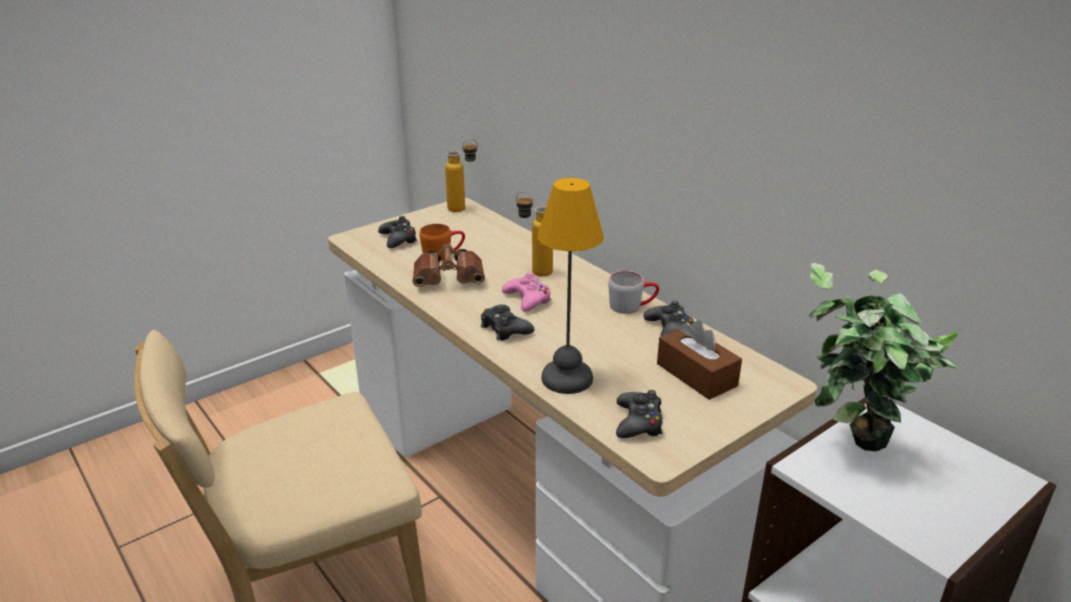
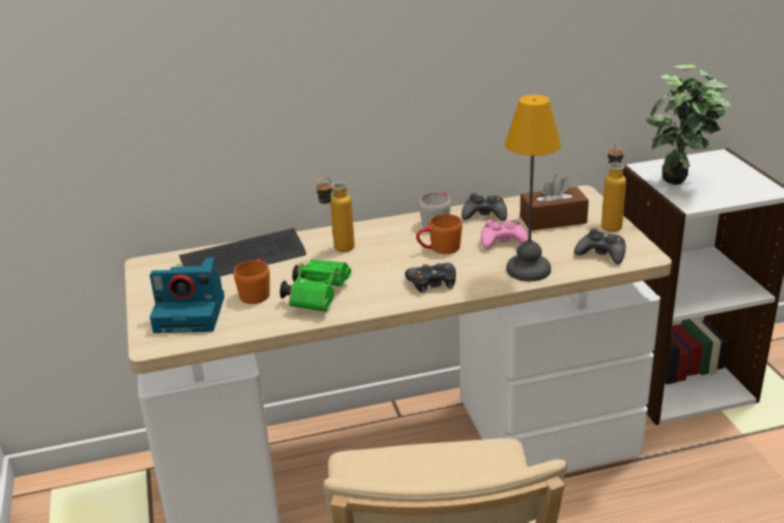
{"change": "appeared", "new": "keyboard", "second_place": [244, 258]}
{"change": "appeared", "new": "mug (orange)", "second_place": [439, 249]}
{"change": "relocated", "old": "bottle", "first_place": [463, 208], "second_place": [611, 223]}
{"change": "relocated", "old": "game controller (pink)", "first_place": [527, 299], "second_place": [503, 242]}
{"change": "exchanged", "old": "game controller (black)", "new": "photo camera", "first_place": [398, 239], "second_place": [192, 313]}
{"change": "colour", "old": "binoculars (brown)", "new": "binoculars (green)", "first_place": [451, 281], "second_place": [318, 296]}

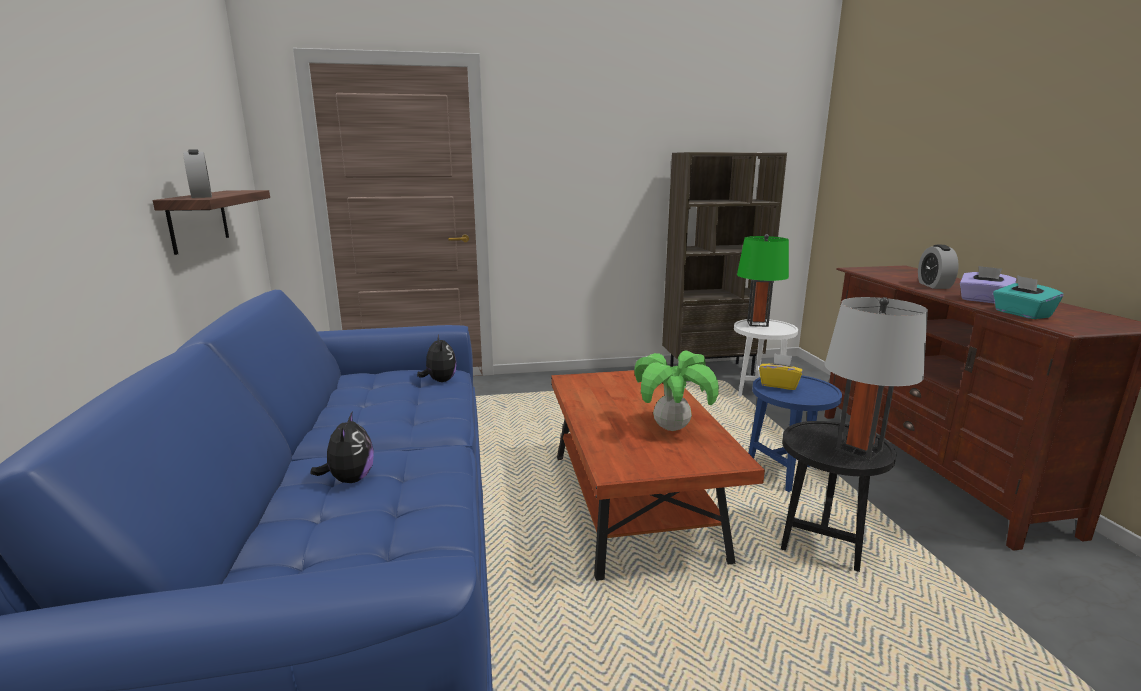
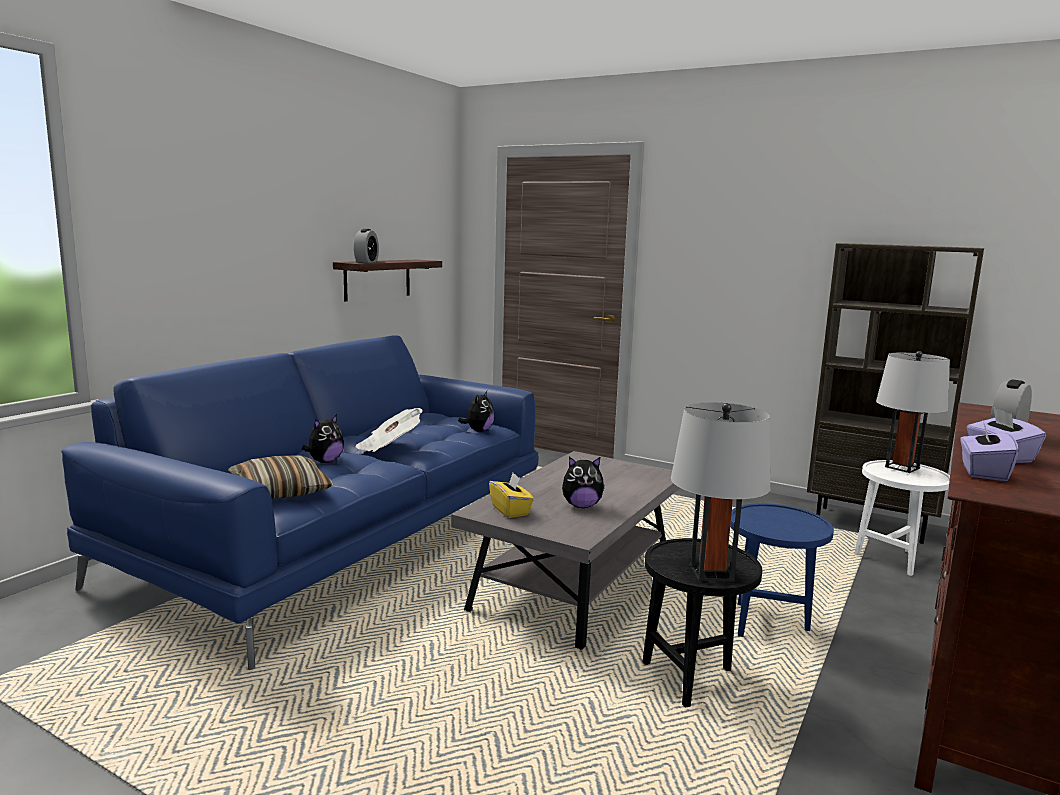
{"change": "appeared", "new": "pillow", "second_place": [280, 491]}
{"change": "appeared", "new": "newspaper", "second_place": [389, 447]}
{"change": "relocated", "old": "tissue box (yellow)", "first_place": [779, 385], "second_place": [510, 510]}
{"change": "exchanged", "old": "potted plant", "new": "plush toy", "first_place": [671, 428], "second_place": [581, 506]}
{"change": "colour", "old": "coffee table (brown)", "new": "coffee table (grey)", "first_place": [633, 505], "second_place": [575, 586]}
{"change": "colour", "old": "table lamp (green)", "new": "table lamp (grey)", "first_place": [757, 323], "second_place": [902, 467]}
{"change": "colour", "old": "tissue box (turquoise)", "new": "tissue box (purple)", "first_place": [1021, 314], "second_place": [983, 472]}

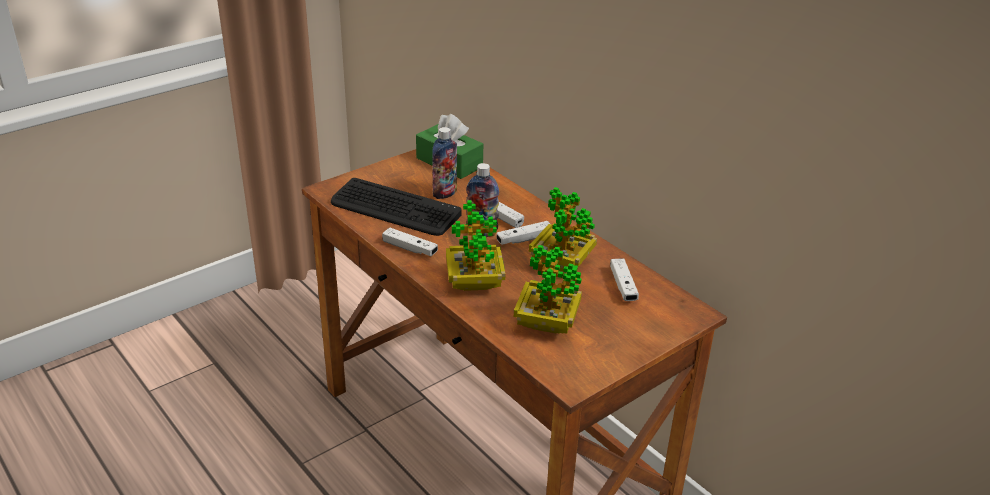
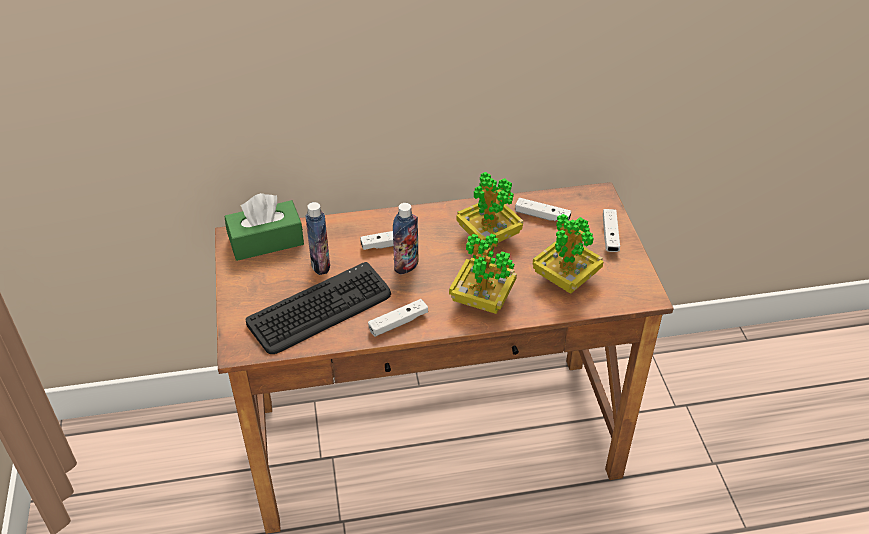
{"change": "relocated", "old": "game controller (white)", "first_place": [524, 239], "second_place": [610, 236]}

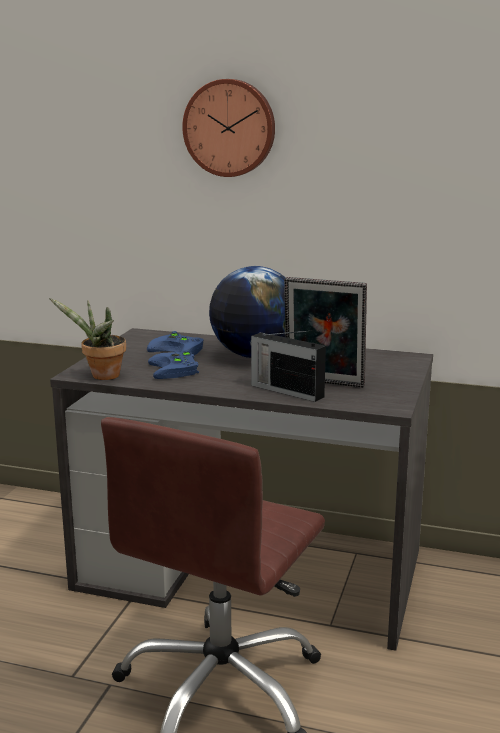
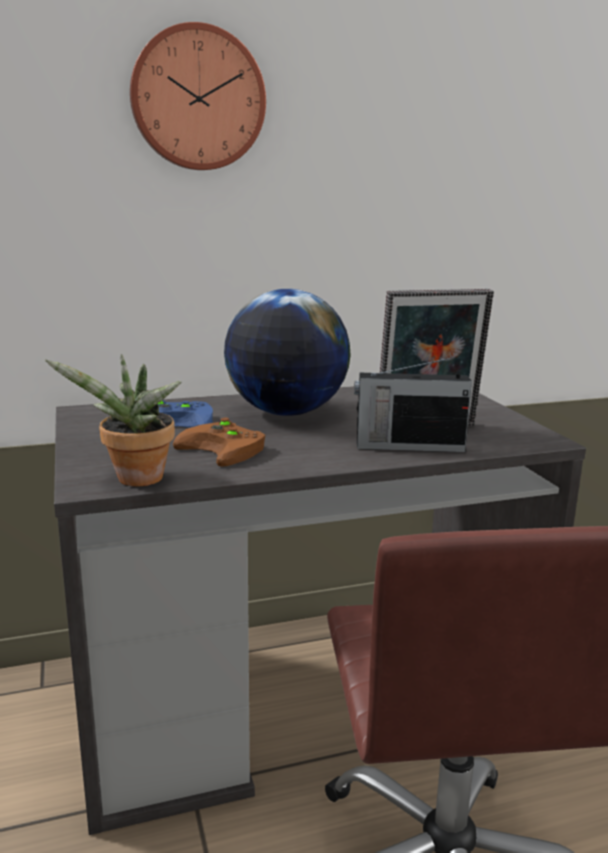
{"change": "colour", "old": "game controller (blue)", "new": "game controller (brown)", "first_place": [176, 370], "second_place": [226, 449]}

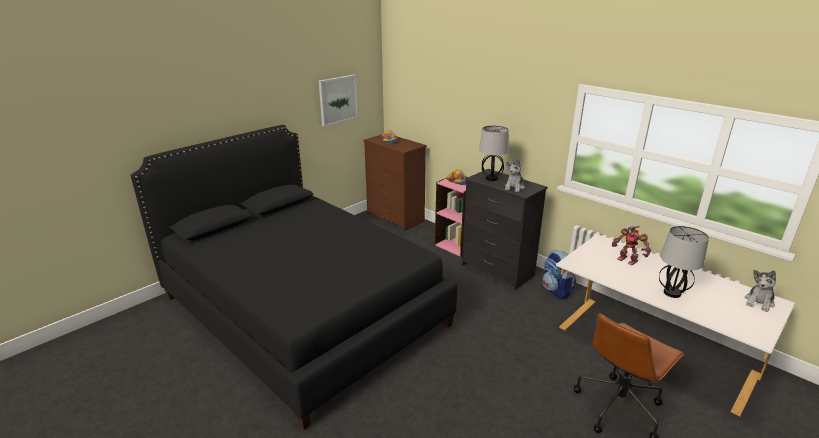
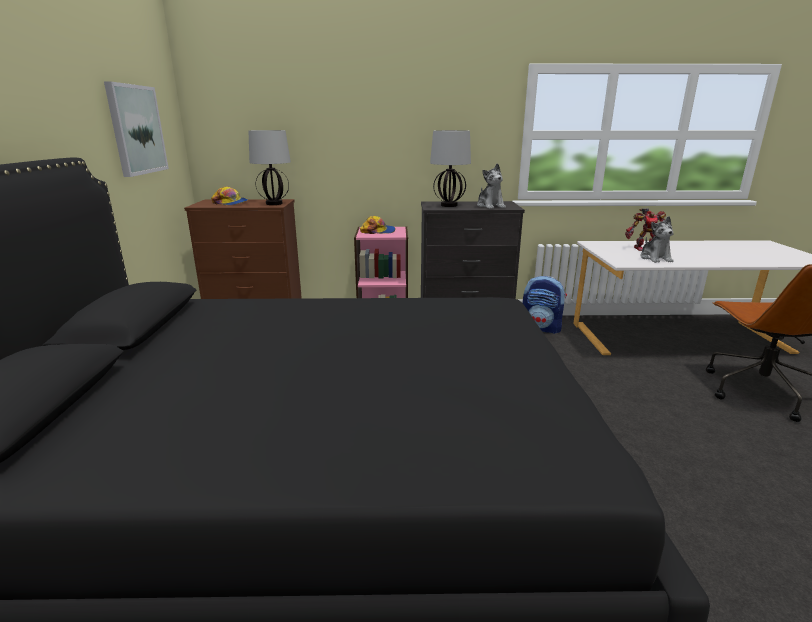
{"change": "relocated", "old": "table lamp", "first_place": [672, 293], "second_place": [274, 203]}
{"change": "relocated", "old": "plush toy", "first_place": [759, 302], "second_place": [655, 258]}

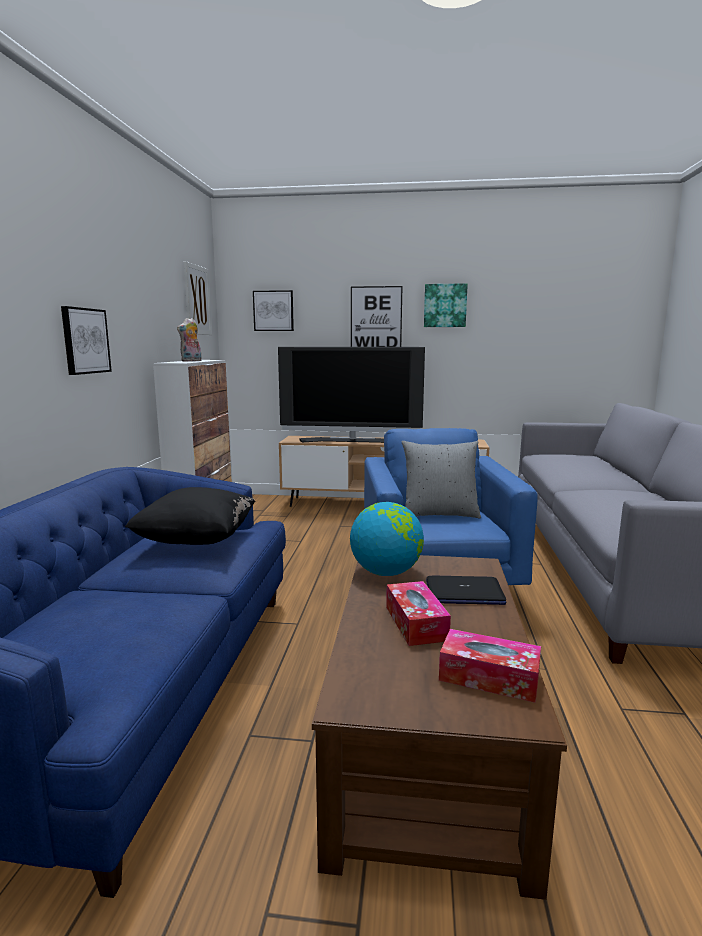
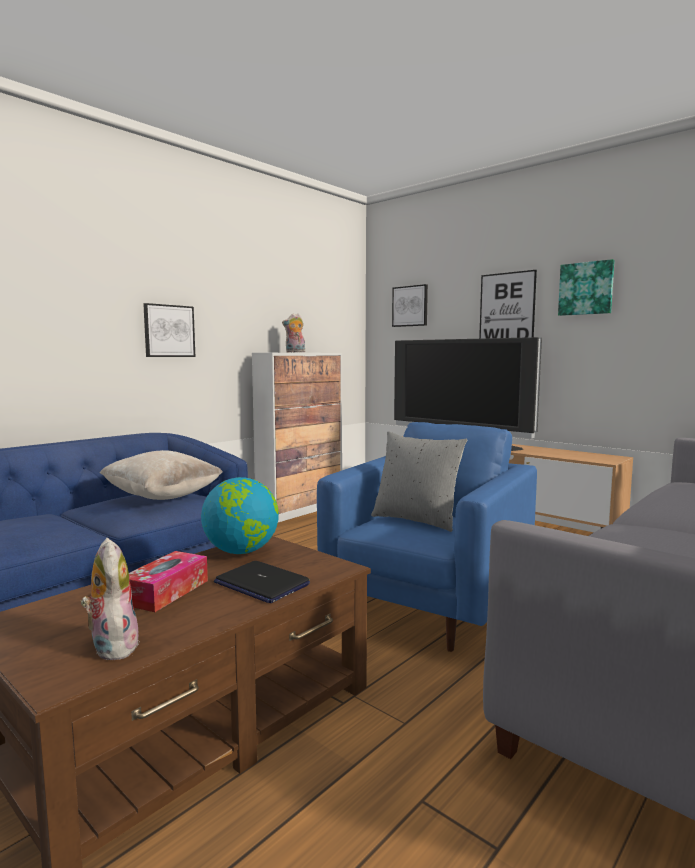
{"change": "missing", "old": "picture", "first_place": [197, 300]}
{"change": "exchanged", "old": "tissue box", "new": "plush toy", "first_place": [489, 677], "second_place": [112, 646]}
{"change": "colour", "old": "pillow (black)", "new": "pillow (beige)", "first_place": [197, 541], "second_place": [162, 497]}

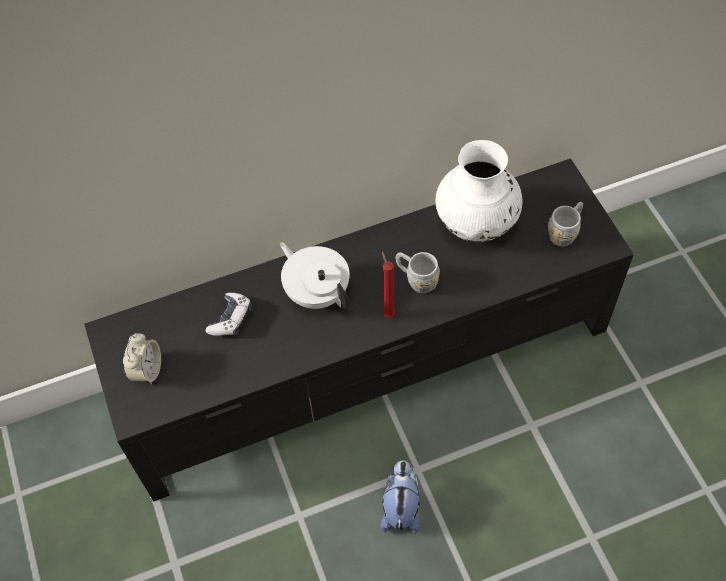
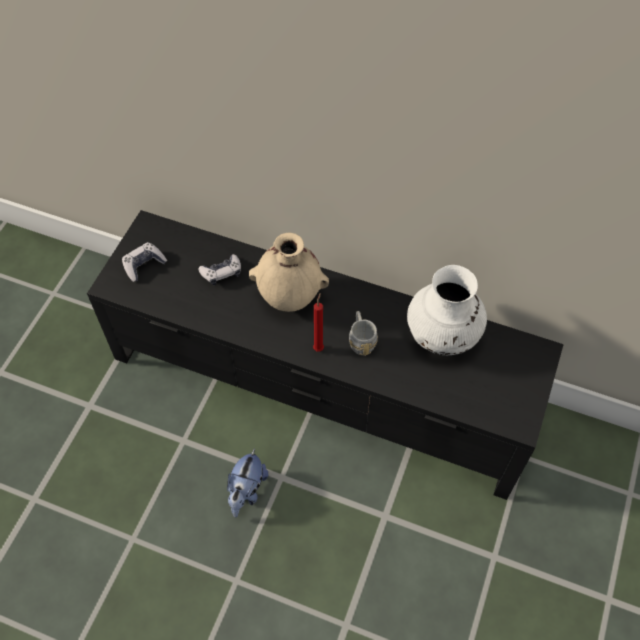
{"change": "missing", "old": "mug (grey)", "first_place": [565, 232]}
{"change": "exchanged", "old": "alarm clock", "new": "game controller", "first_place": [147, 370], "second_place": [144, 265]}
{"change": "exchanged", "old": "teapot (white)", "new": "vase (beige)", "first_place": [317, 292], "second_place": [290, 298]}
{"change": "spun", "old": "plush toy", "first_place": [401, 507], "second_place": [246, 491], "degrees": 150}

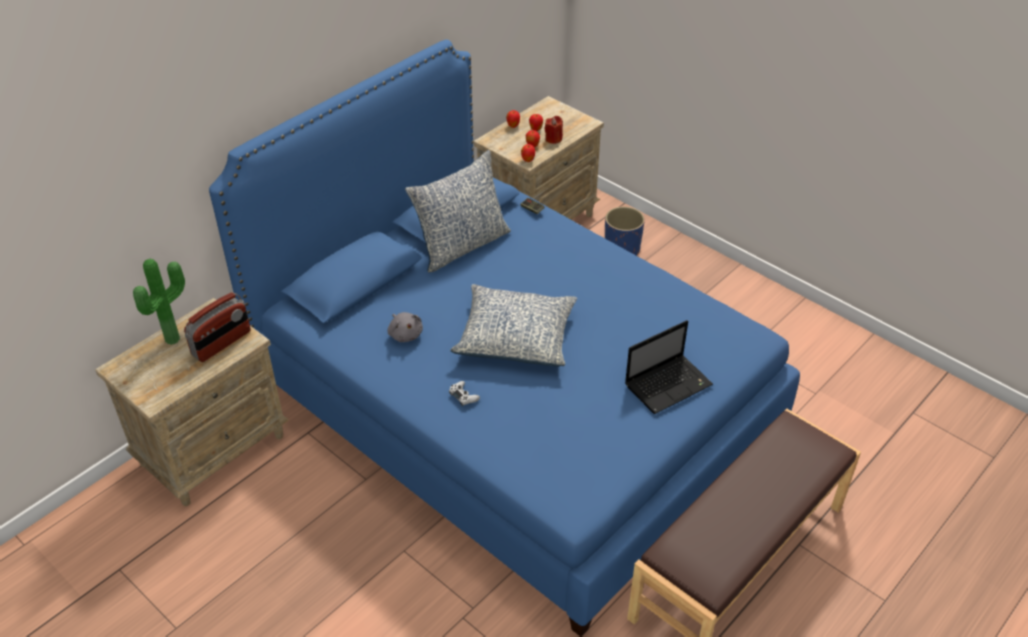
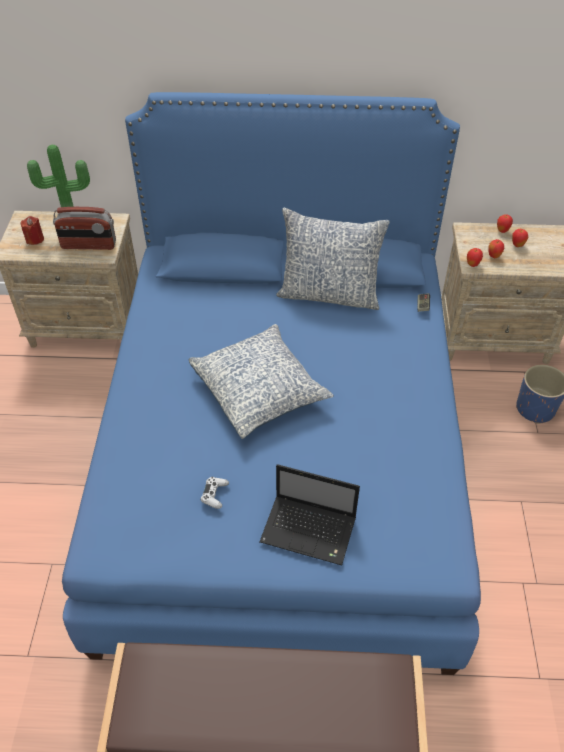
{"change": "missing", "old": "plush toy (grey)", "first_place": [405, 334]}
{"change": "relocated", "old": "game controller (white)", "first_place": [463, 396], "second_place": [214, 494]}
{"change": "relocated", "old": "candle (red)", "first_place": [553, 139], "second_place": [35, 239]}

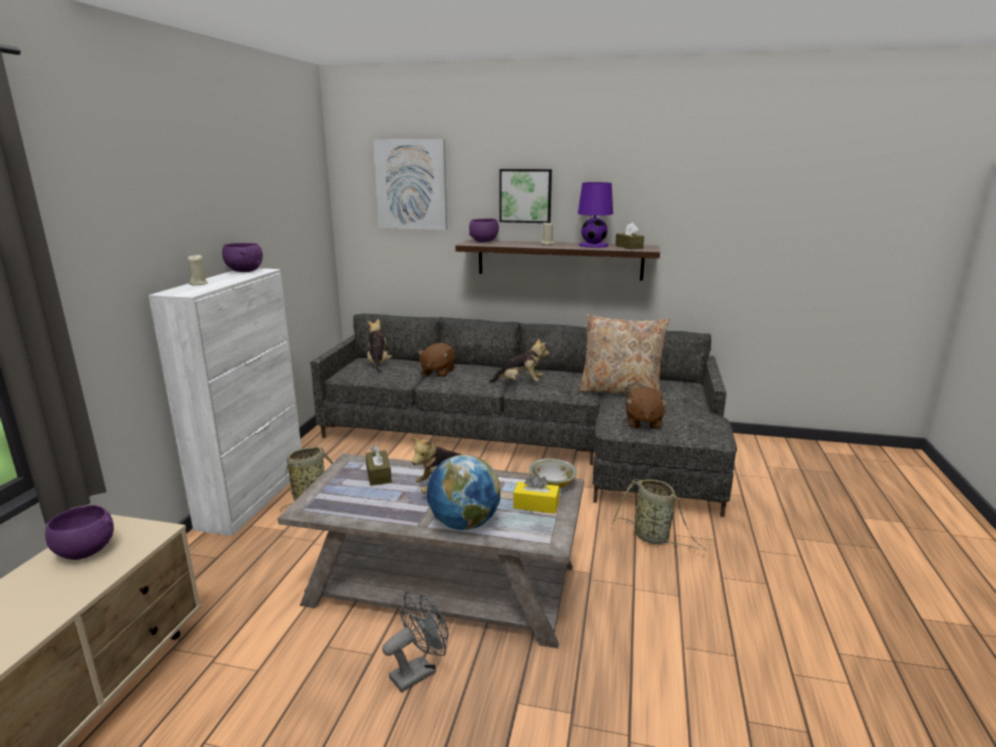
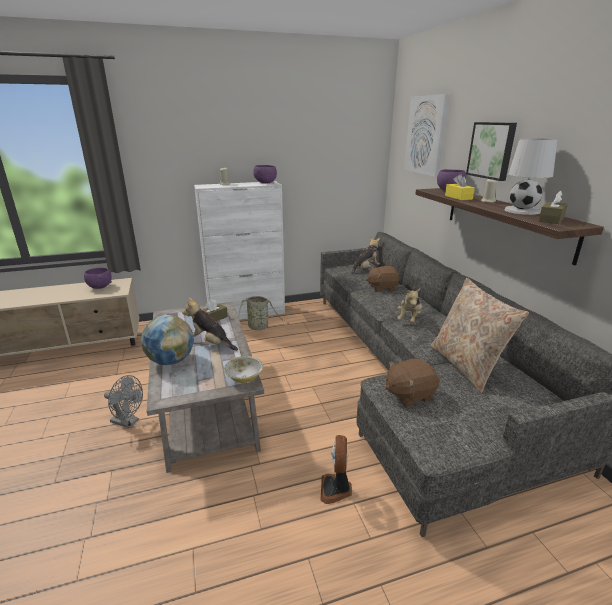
{"change": "relocated", "old": "tissue box (yellow)", "first_place": [536, 505], "second_place": [458, 197]}
{"change": "exchanged", "old": "basket", "new": "fan", "first_place": [654, 538], "second_place": [336, 489]}
{"change": "colour", "old": "table lamp (purple)", "new": "table lamp (white)", "first_place": [593, 245], "second_place": [522, 211]}
{"change": "spun", "old": "plush toy", "first_place": [520, 383], "second_place": [409, 319], "degrees": 45}

